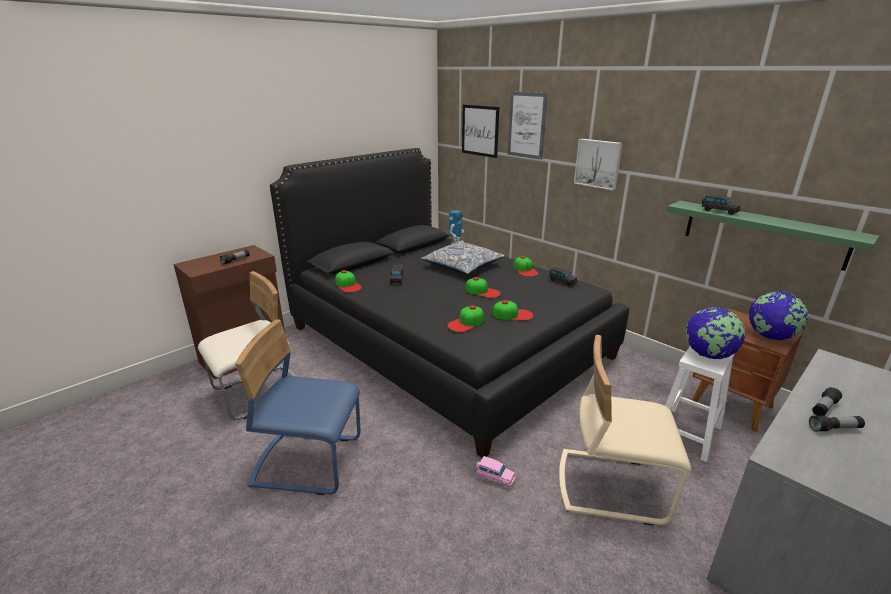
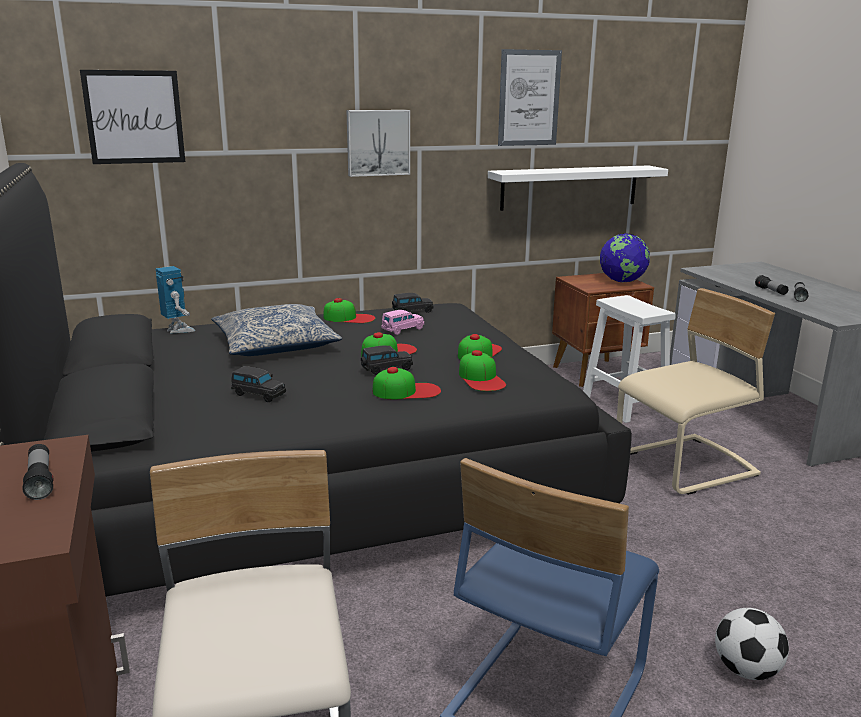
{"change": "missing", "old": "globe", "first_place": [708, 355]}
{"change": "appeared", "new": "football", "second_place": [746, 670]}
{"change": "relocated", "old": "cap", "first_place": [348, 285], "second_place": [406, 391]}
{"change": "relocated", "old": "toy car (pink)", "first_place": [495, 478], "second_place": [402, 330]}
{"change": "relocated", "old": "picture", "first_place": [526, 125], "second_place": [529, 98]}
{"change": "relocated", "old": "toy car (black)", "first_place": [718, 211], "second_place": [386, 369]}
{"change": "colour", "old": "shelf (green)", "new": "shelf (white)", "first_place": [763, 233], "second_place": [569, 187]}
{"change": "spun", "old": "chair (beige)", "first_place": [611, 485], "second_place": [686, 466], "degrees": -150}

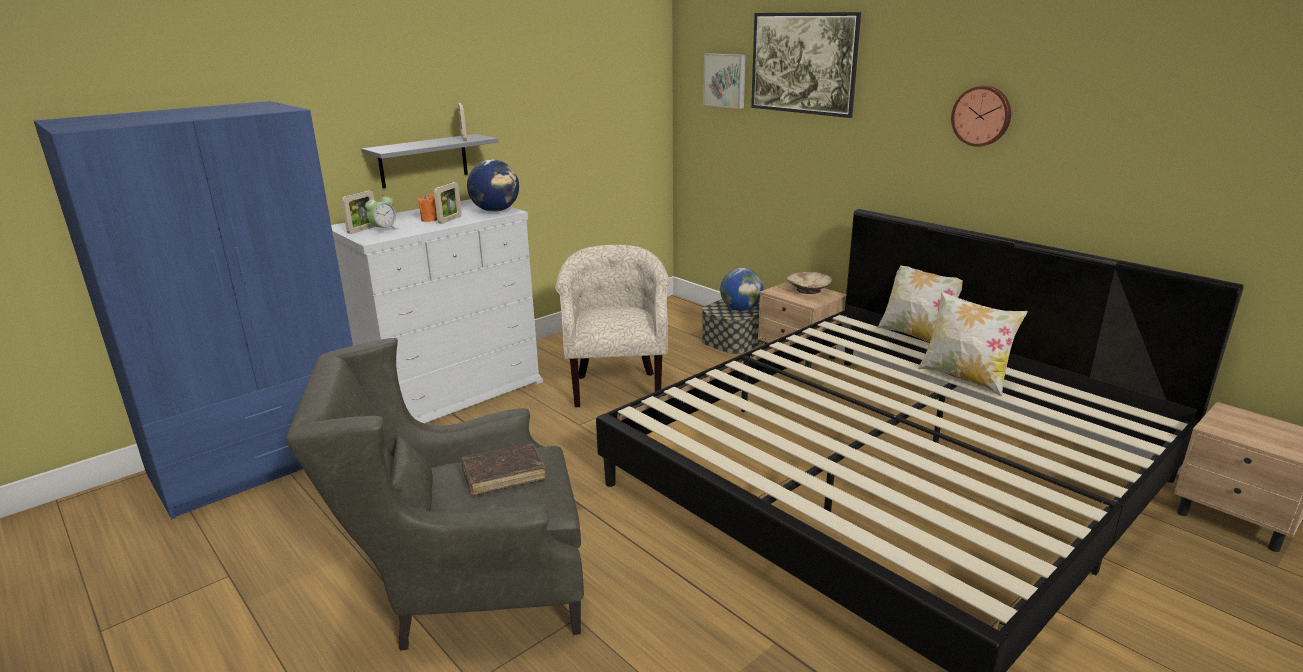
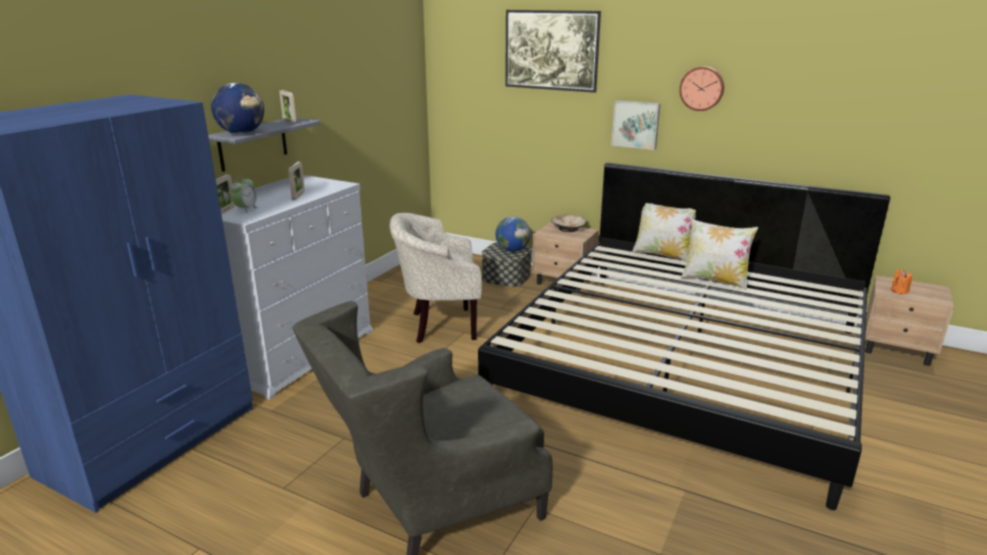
{"change": "missing", "old": "book (brown)", "first_place": [504, 476]}
{"change": "relocated", "old": "candle (orange)", "first_place": [430, 219], "second_place": [899, 291]}
{"change": "relocated", "old": "globe", "first_place": [496, 211], "second_place": [242, 133]}
{"change": "relocated", "old": "picture", "first_place": [725, 80], "second_place": [636, 124]}
{"change": "spun", "old": "armchair (beige)", "first_place": [616, 386], "second_place": [438, 326], "degrees": -75}

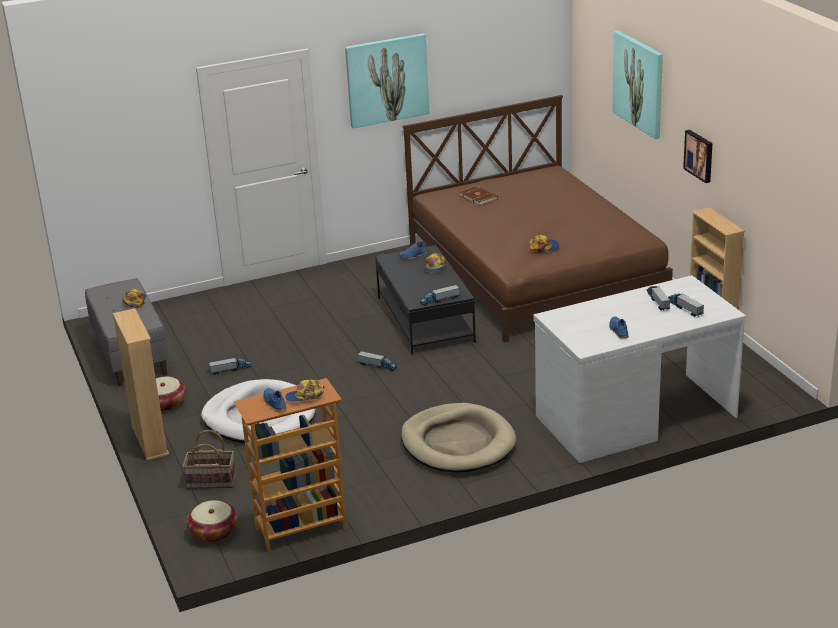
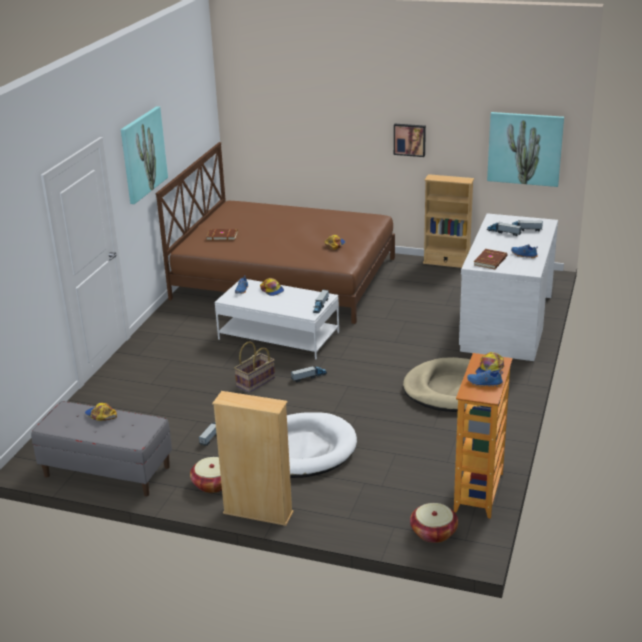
{"change": "appeared", "new": "book (brown)", "second_place": [491, 261]}
{"change": "relocated", "old": "basket", "first_place": [211, 482], "second_place": [256, 382]}
{"change": "relocated", "old": "picture", "first_place": [639, 83], "second_place": [525, 148]}
{"change": "colour", "old": "coffee table (black)", "new": "coffee table (white)", "first_place": [425, 320], "second_place": [279, 336]}

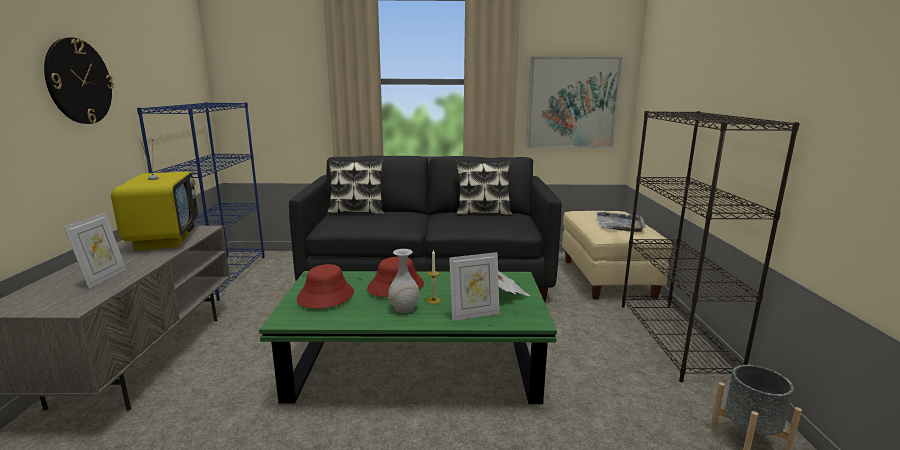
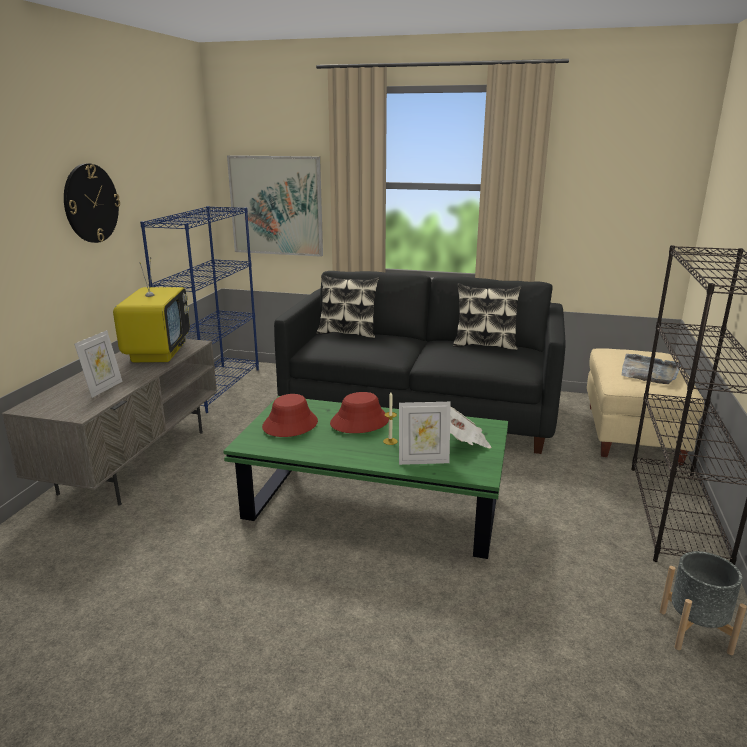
{"change": "missing", "old": "vase (white)", "first_place": [404, 309]}
{"change": "relocated", "old": "picture", "first_place": [572, 103], "second_place": [276, 206]}

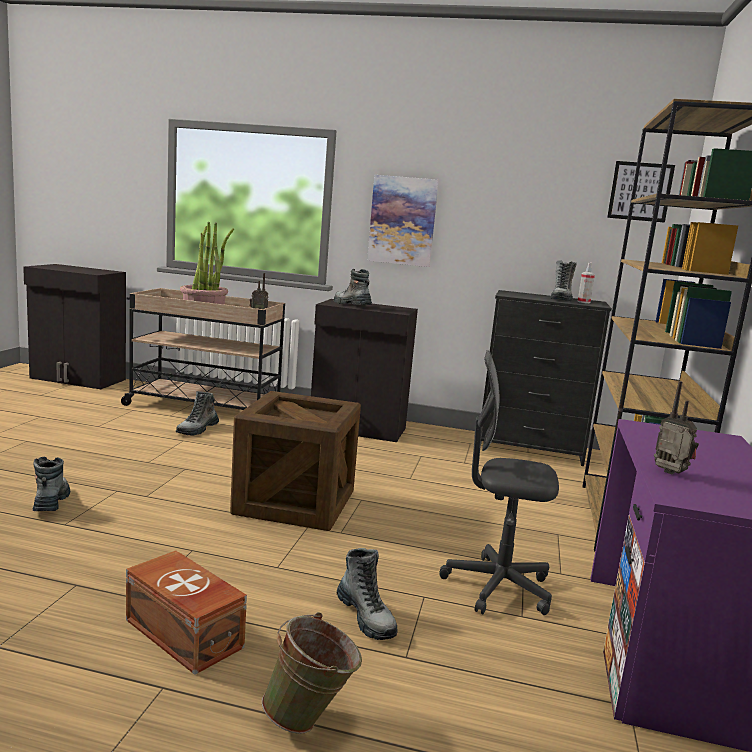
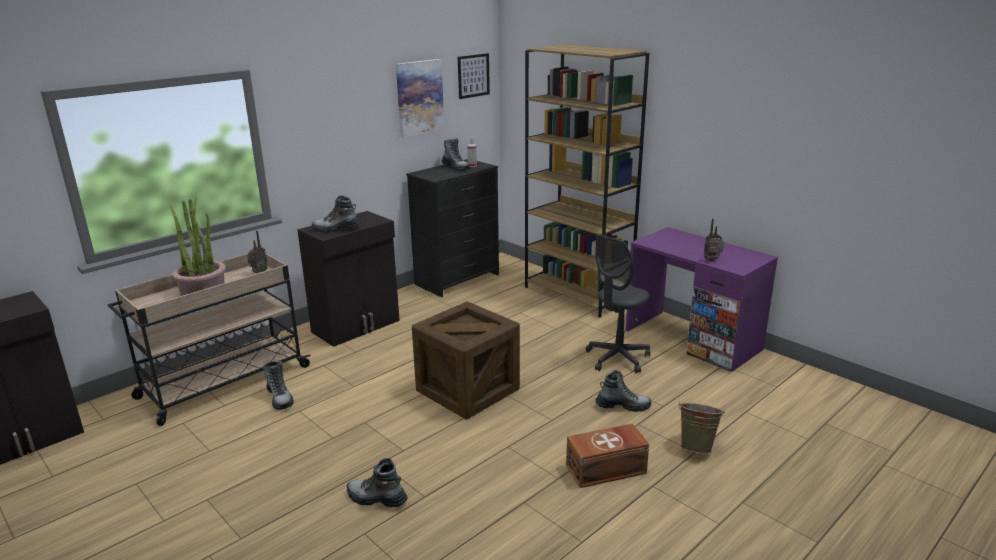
{"change": "relocated", "old": "picture", "first_place": [402, 221], "second_place": [419, 97]}

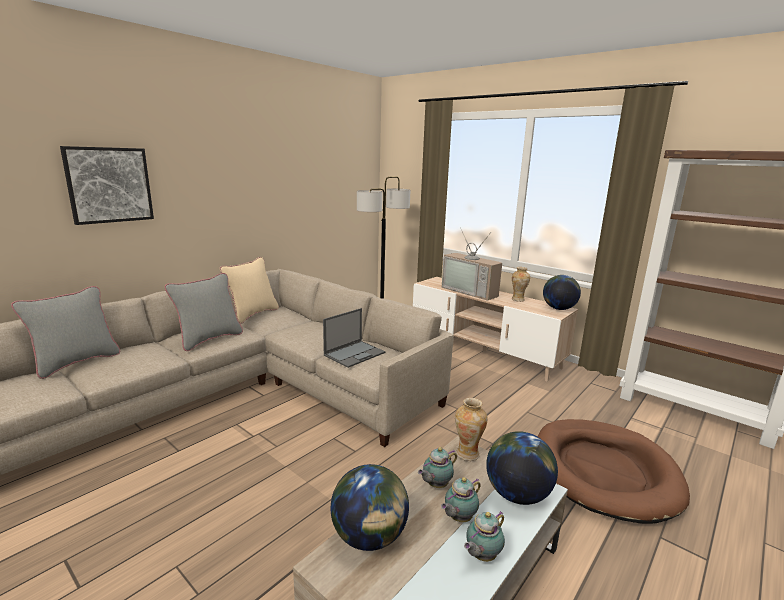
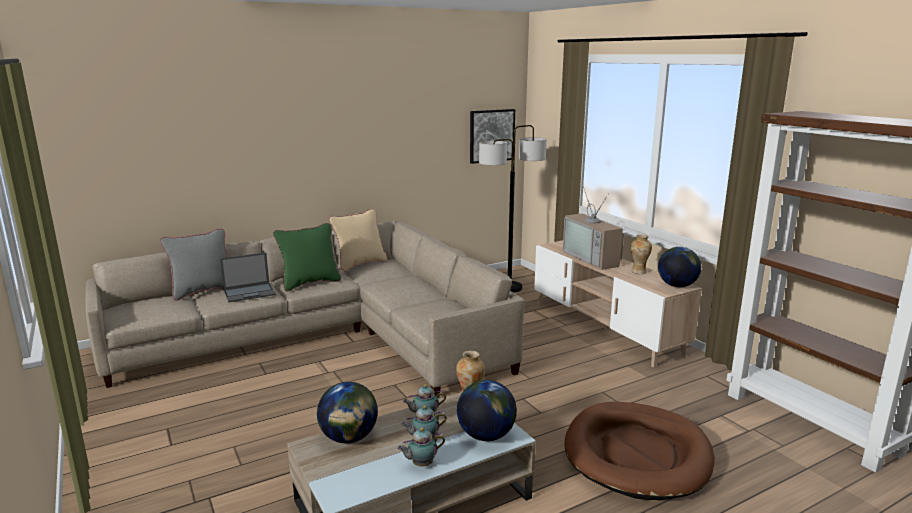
{"change": "relocated", "old": "picture", "first_place": [109, 185], "second_place": [491, 135]}
{"change": "relocated", "old": "laptop", "first_place": [355, 353], "second_place": [250, 293]}
{"change": "colour", "old": "pillow (grey)", "new": "pillow (green)", "first_place": [209, 339], "second_place": [310, 283]}

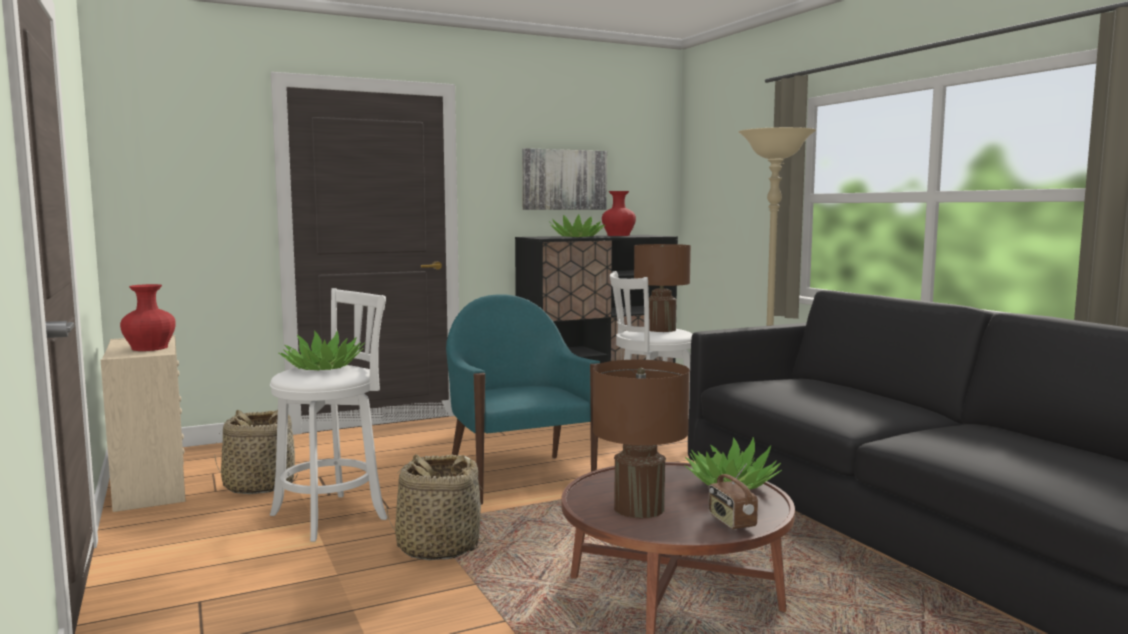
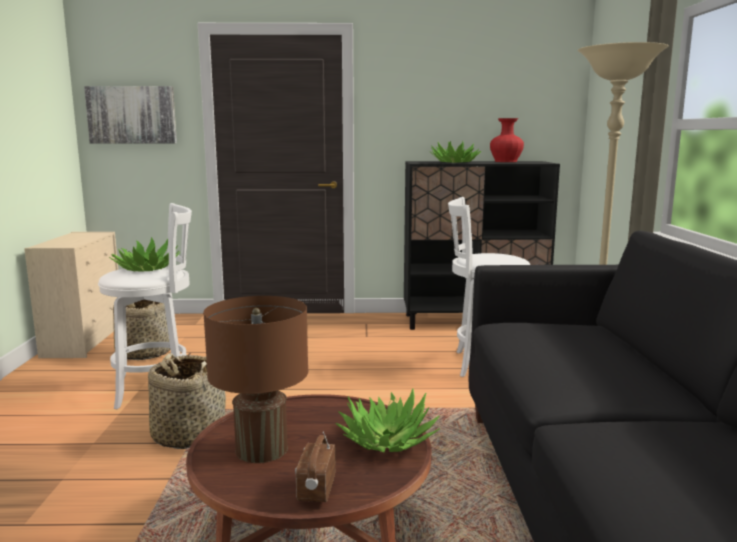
{"change": "missing", "old": "vase (red)", "first_place": [149, 348]}
{"change": "missing", "old": "armchair (turquoise)", "first_place": [519, 478]}
{"change": "missing", "old": "table lamp (brown)", "first_place": [661, 329]}
{"change": "relocated", "old": "picture", "first_place": [564, 180], "second_place": [132, 115]}

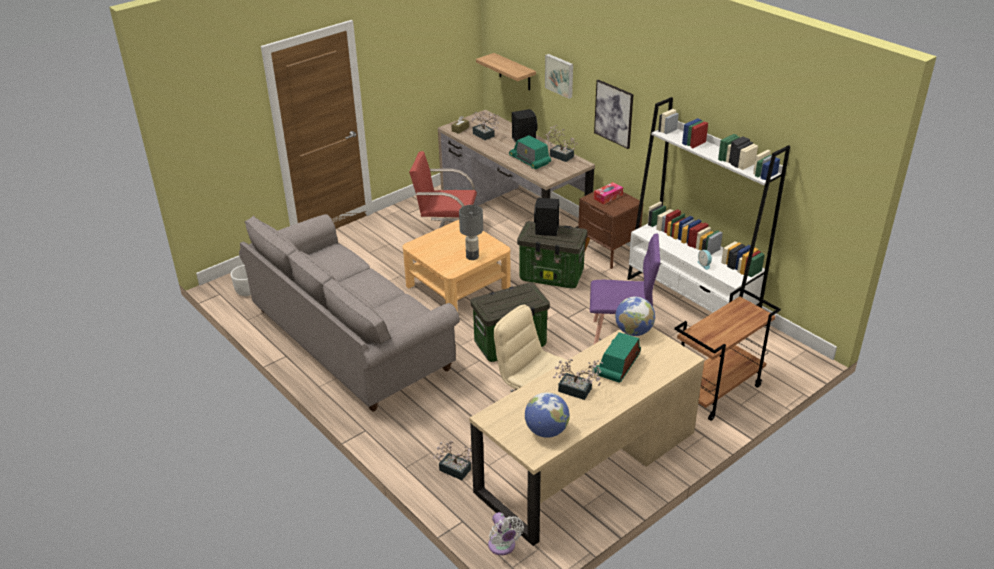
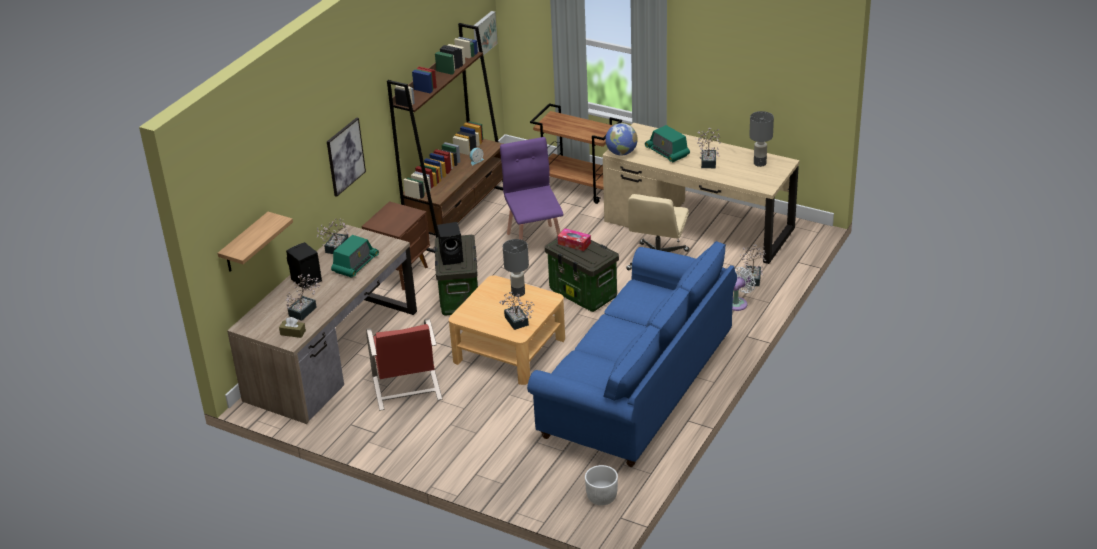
{"change": "appeared", "new": "potted plant", "second_place": [517, 323]}
{"change": "relocated", "old": "fan (white)", "first_place": [503, 547], "second_place": [738, 303]}
{"change": "relocated", "old": "picture", "first_place": [560, 75], "second_place": [483, 34]}
{"change": "relocated", "old": "tissue box", "first_place": [608, 197], "second_place": [574, 243]}
{"change": "exchanged", "old": "globe", "new": "table lamp (grey)", "first_place": [546, 431], "second_place": [759, 163]}
{"change": "colour", "old": "sofa (grey)", "new": "sofa (blue)", "first_place": [351, 340], "second_place": [636, 387]}
{"change": "colour", "old": "bookcase (white)", "new": "bookcase (brown)", "first_place": [691, 300], "second_place": [458, 216]}
{"change": "spun", "old": "radio", "first_place": [617, 365], "second_place": [667, 152], "degrees": 45}

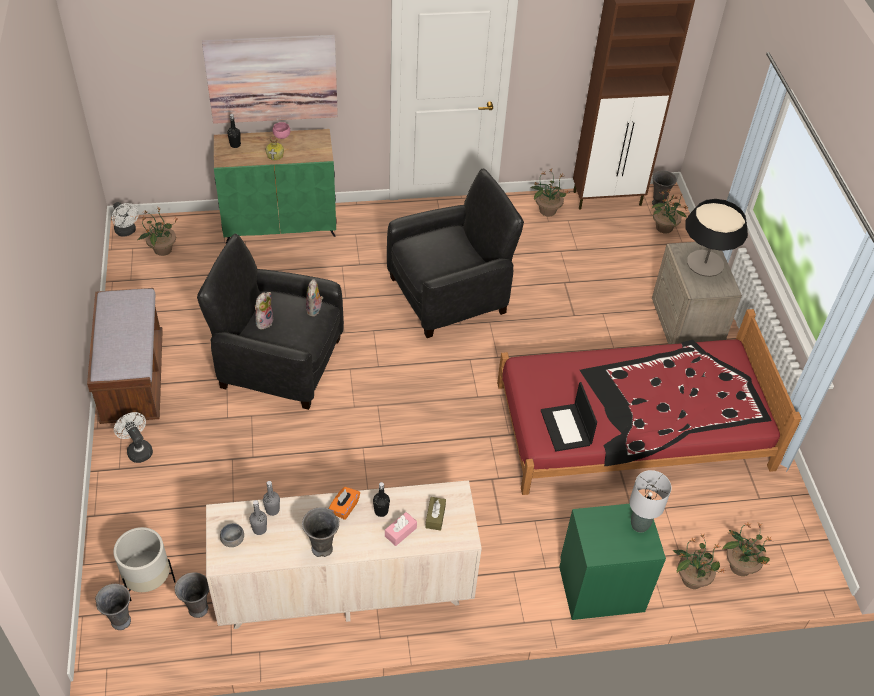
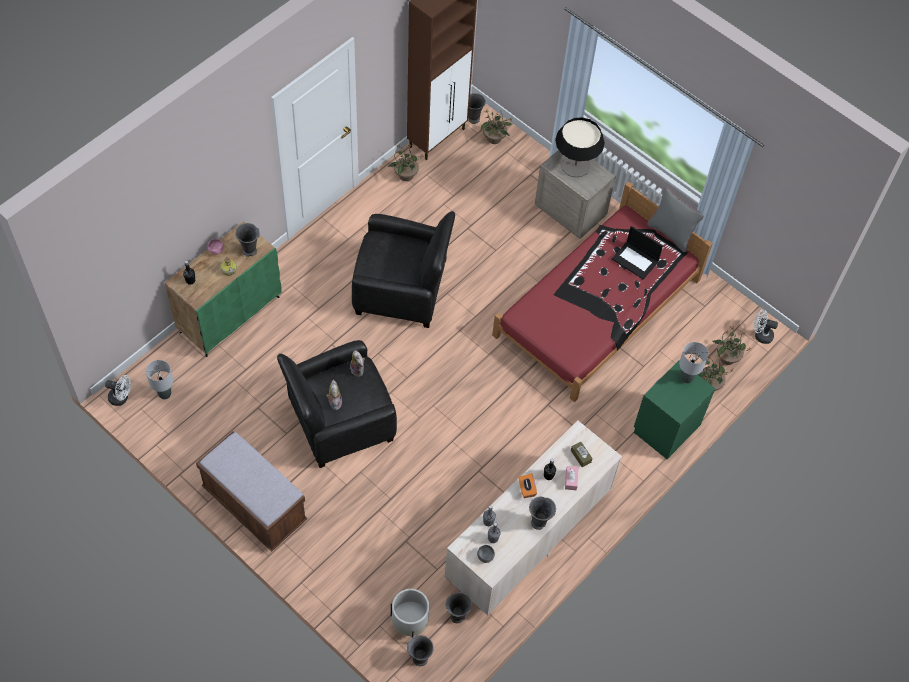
{"change": "missing", "old": "picture", "first_place": [272, 78]}
{"change": "appeared", "new": "vase (grey)", "second_place": [250, 251]}
{"change": "appeared", "new": "pillow (grey)", "second_place": [670, 233]}
{"change": "relocated", "old": "fan (white)", "first_place": [138, 449], "second_place": [760, 335]}
{"change": "relocated", "old": "laptop", "first_place": [566, 428], "second_place": [635, 260]}
{"change": "exchanged", "old": "potted plant", "new": "table lamp (grey)", "first_place": [162, 249], "second_place": [164, 394]}
{"change": "spun", "old": "armchair (black)", "first_place": [449, 294], "second_place": [402, 290], "degrees": 75}

